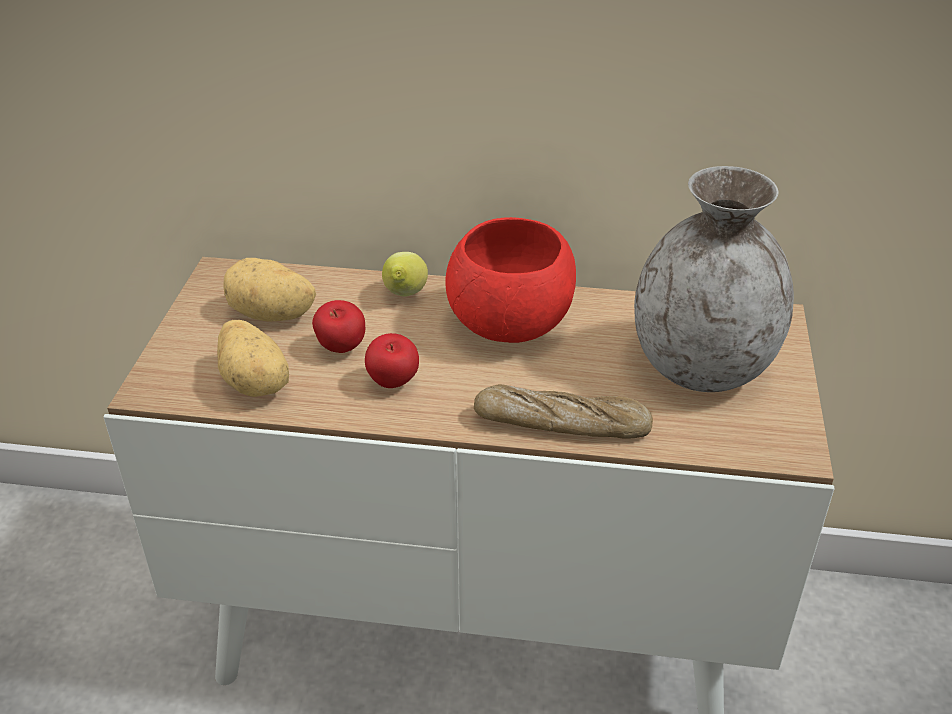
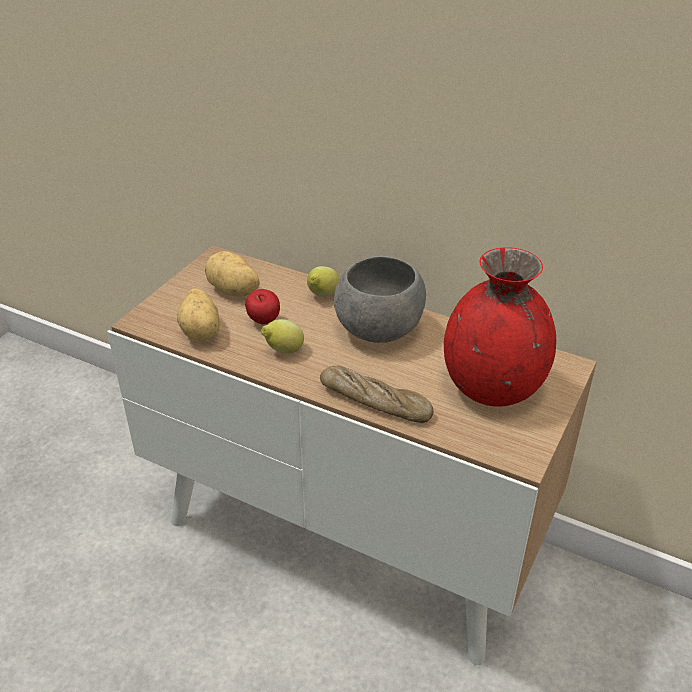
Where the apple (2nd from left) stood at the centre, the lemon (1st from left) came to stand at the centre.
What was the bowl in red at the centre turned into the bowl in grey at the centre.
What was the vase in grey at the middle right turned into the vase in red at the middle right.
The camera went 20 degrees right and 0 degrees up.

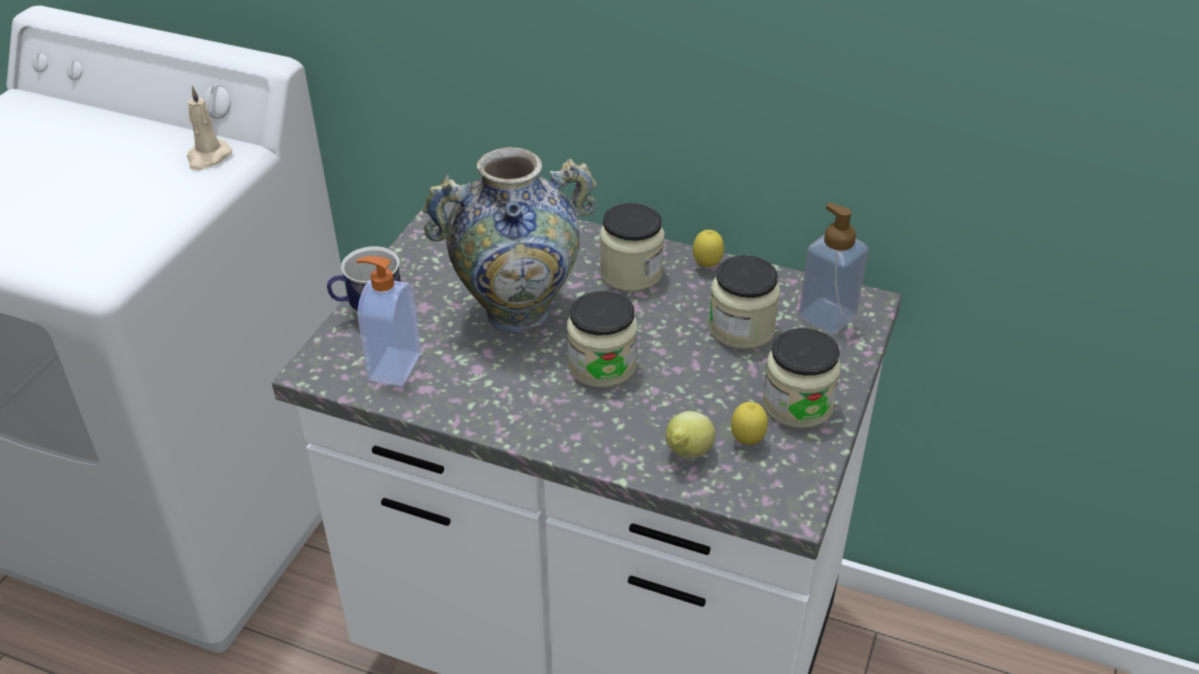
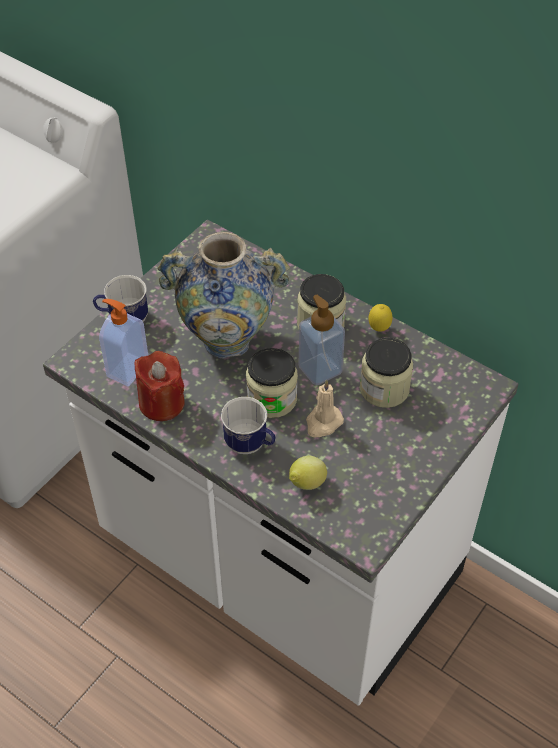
The second view gained the candle in red at the middle left.
The second view gained the mug (2nd from left) at the centre.
The soap dispenser (2nd from left) ended up elsewhere, having gone from the middle right to the centre.
The candle in beige ended up elsewhere, having gone from the top left to the centre.
The second view lost the lemon (3rd from left) at the centre.
The second view lost the jar (4th from left) at the middle right.
The camera went 15 degrees right and 10 degrees up.

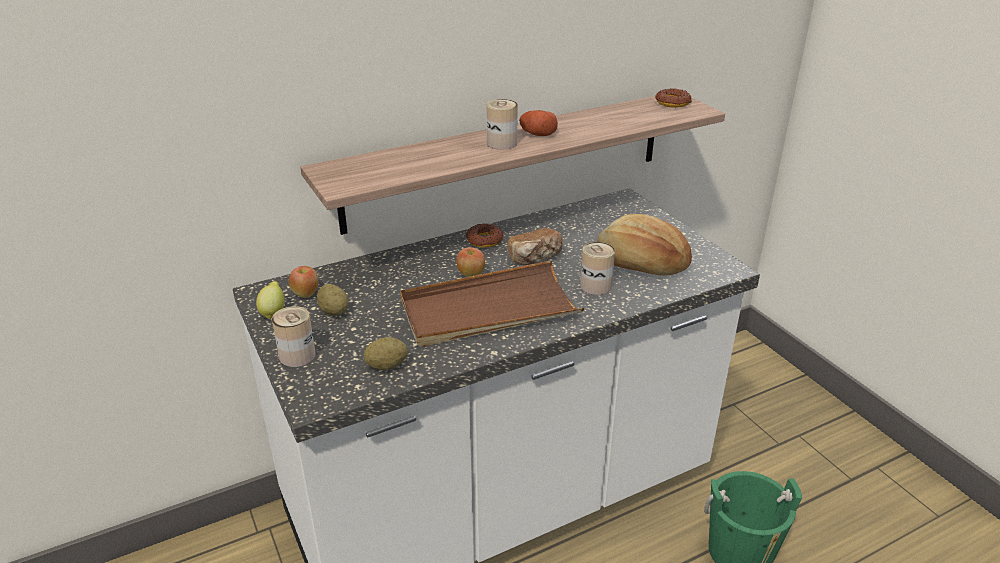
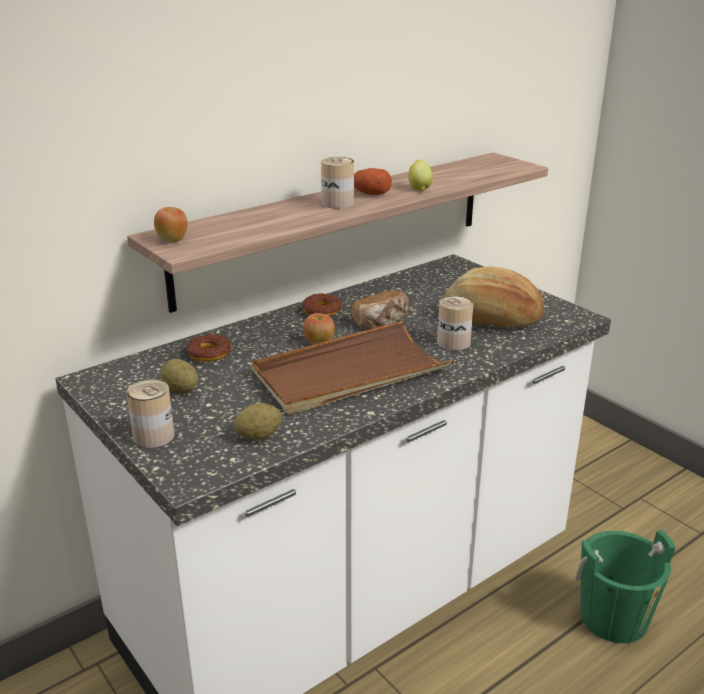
The apple (1st from left) ended up elsewhere, having gone from the middle left to the top left.
The donut (2nd from left in the first image) ended up elsewhere, having gone from the top right to the middle left.
The lemon ended up elsewhere, having gone from the middle left to the top centre.
The camera went 10 degrees left and 5 degrees down.

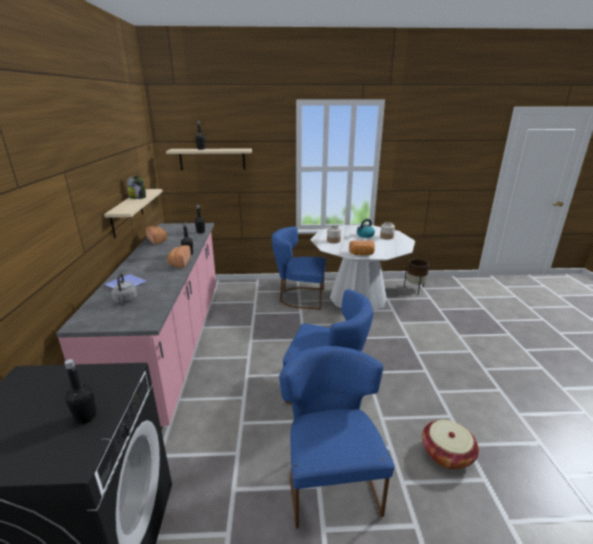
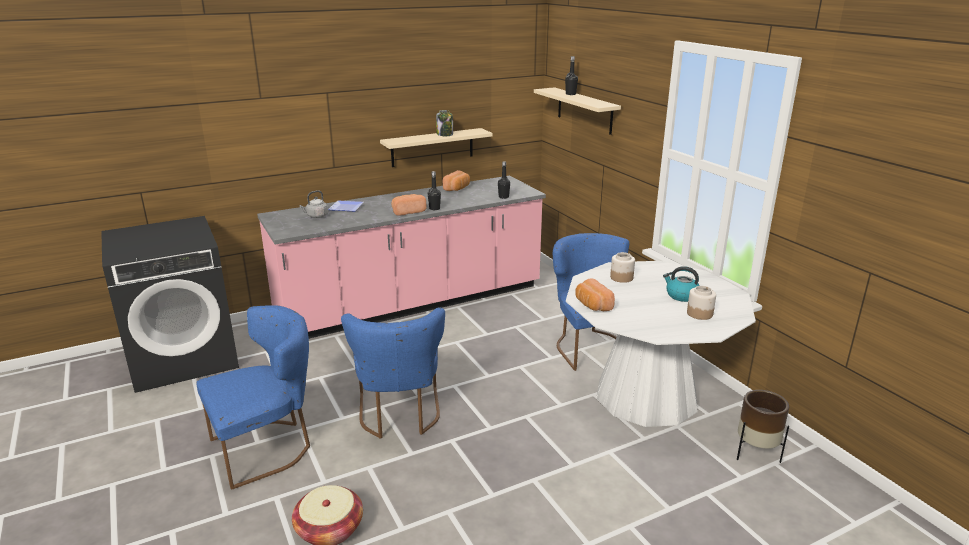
The second view lost the bottle in black (1st from left) at the bottom left.
The camera went 65 degrees right and 0 degrees up.

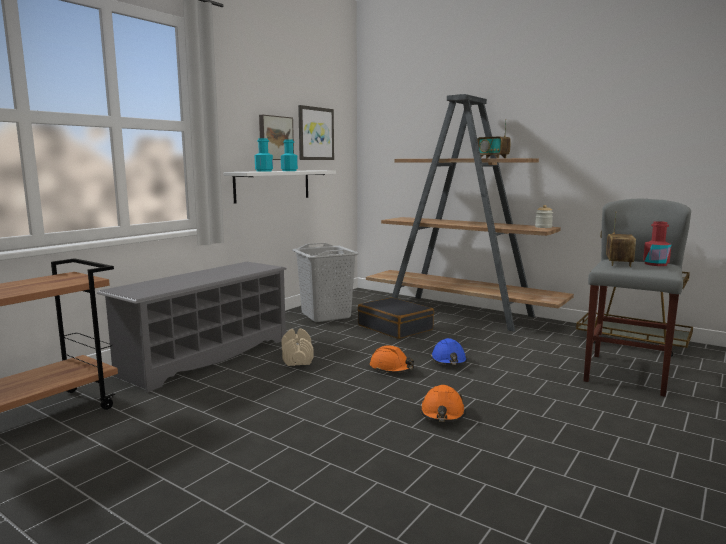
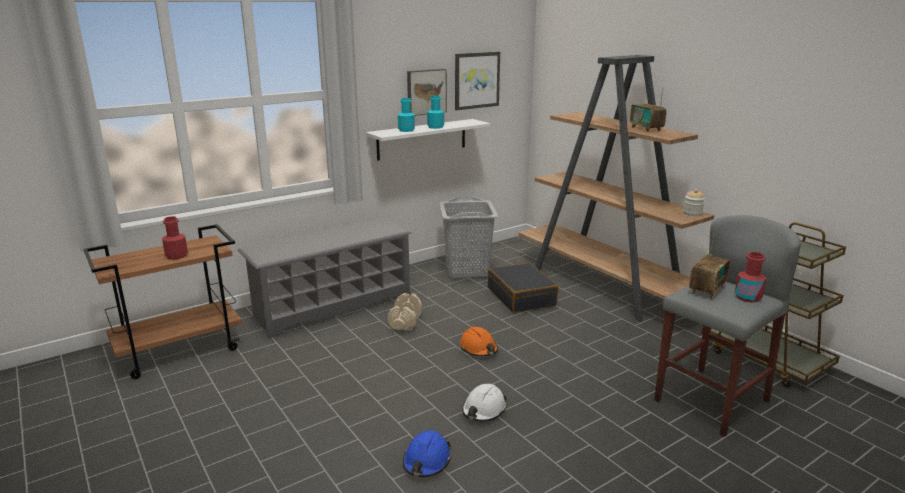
The second view gained the bottle in red (1st from left) at the middle left.
The hard hat in blue ended up elsewhere, having gone from the centre to the bottom centre.
What was the hard hat in orange (2nd from left) at the bottom centre turned into the hard hat in white at the bottom centre.
The camera went 20 degrees right and 10 degrees up.

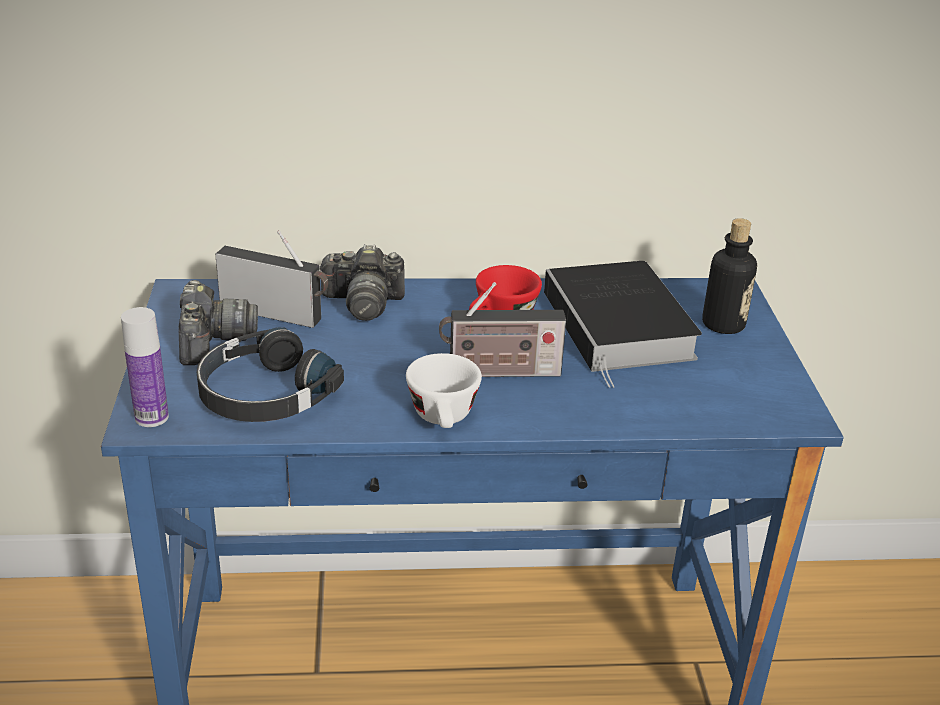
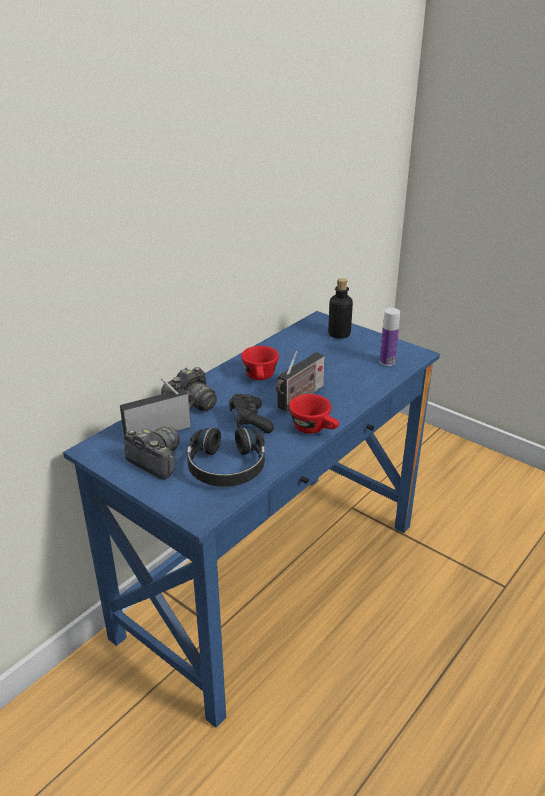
The second view gained the game controller in black at the centre.
What was the cup in white at the centre turned into the cup in red (2nd from left) at the centre.
The bottle (1st from left in the first image) ended up elsewhere, having gone from the middle left to the middle right.
The second view lost the book at the centre.
The camera went 45 degrees left and 0 degrees up.

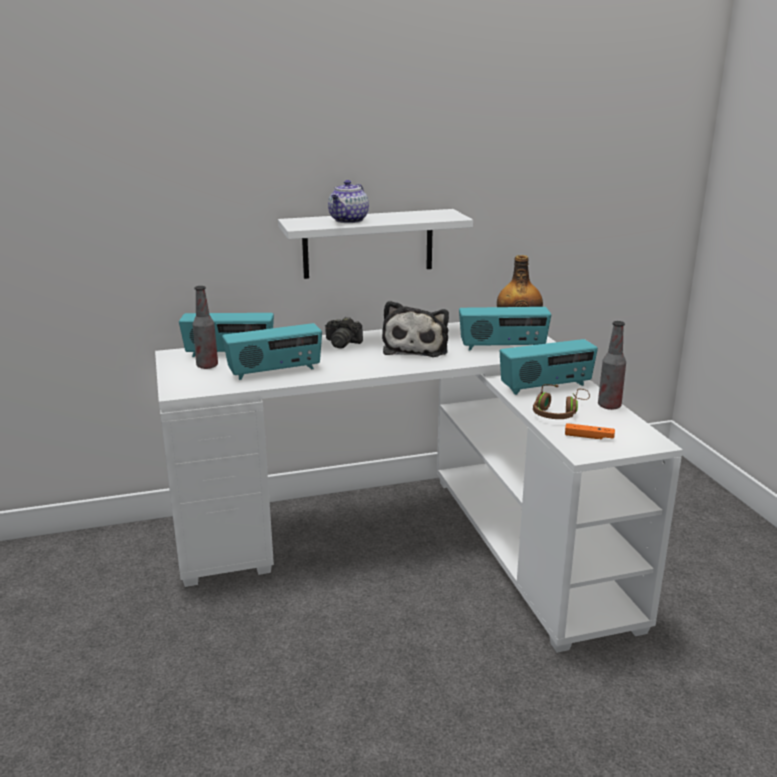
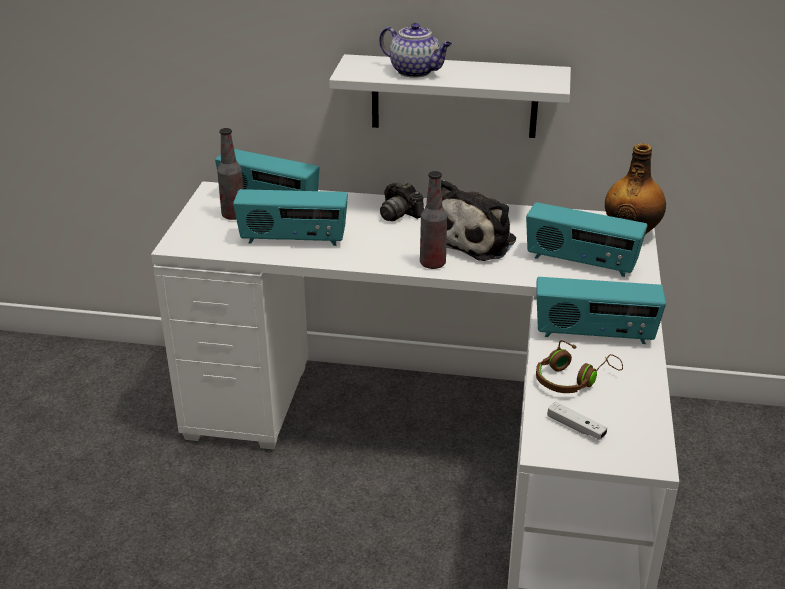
The teapot at the top centre ended up facing another way, 105 degrees counterclockwise from before.
The bottle (3rd from left in the first image) ended up elsewhere, having gone from the middle right to the centre.
What was the game controller in orange at the middle right turned into the game controller in white at the bottom right.
The camera went 25 degrees right and 10 degrees up.

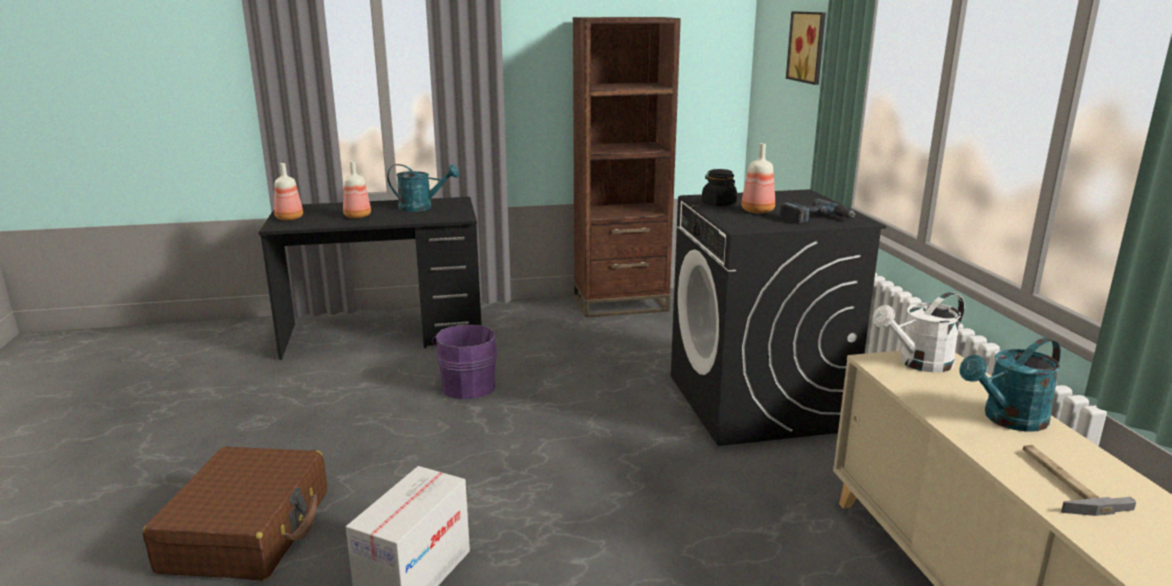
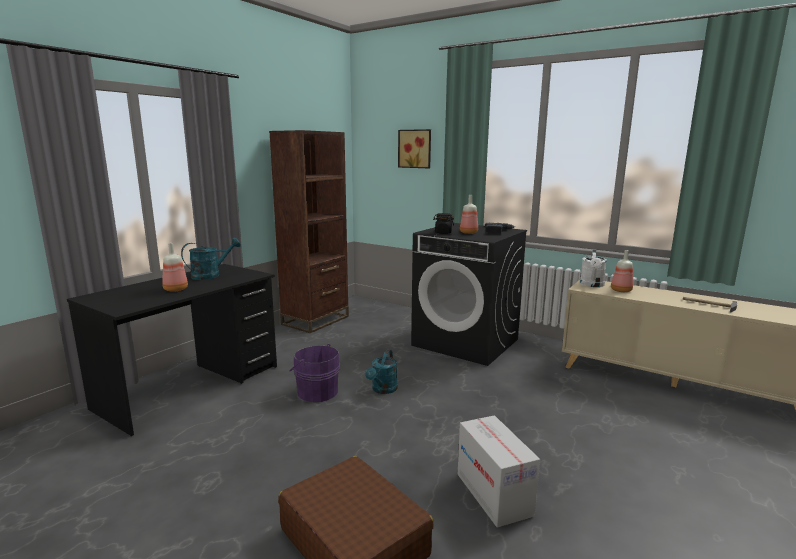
The watering can in turquoise (2nd from left) ended up elsewhere, having gone from the middle right to the centre.
The bottle (1st from left in the first image) ended up elsewhere, having gone from the top left to the middle right.
The camera went 45 degrees left and 5 degrees down.

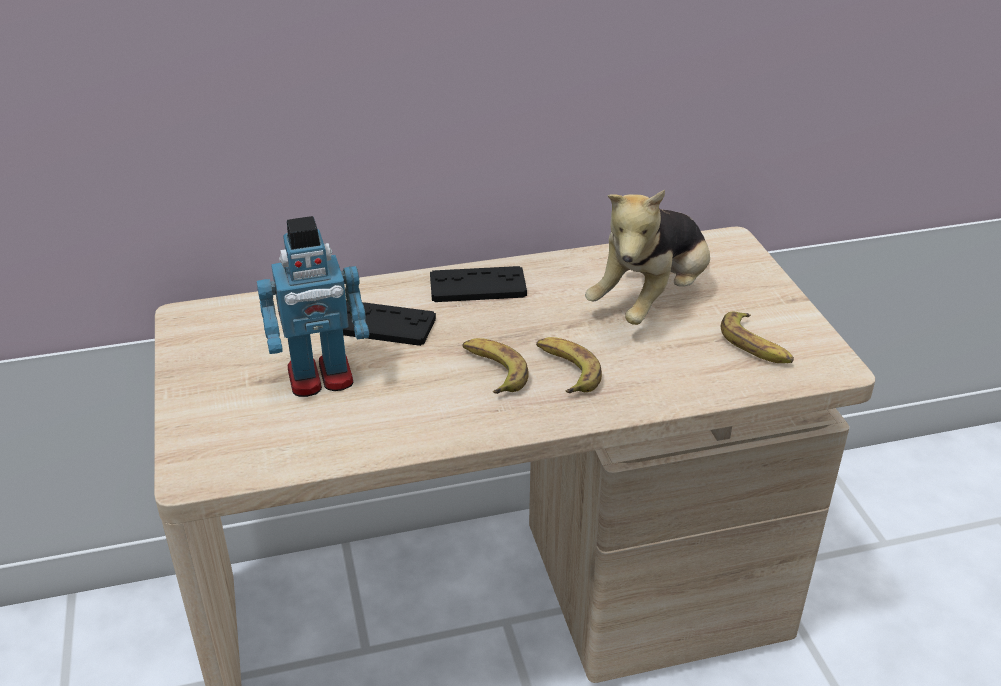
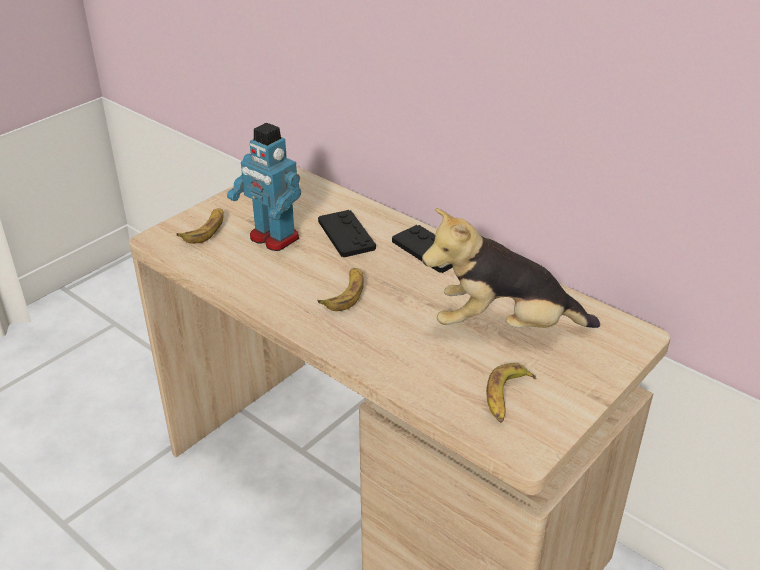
The banana (2nd from left in the first image) ended up elsewhere, having gone from the centre to the middle left.
The camera went 55 degrees right and 0 degrees up.

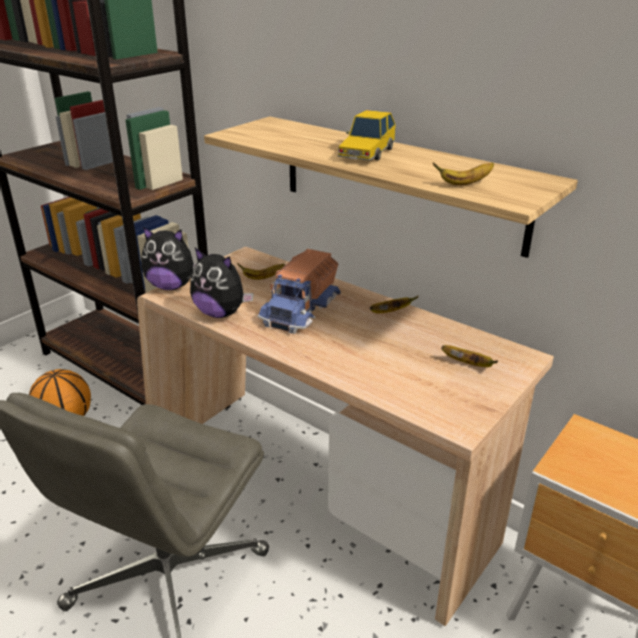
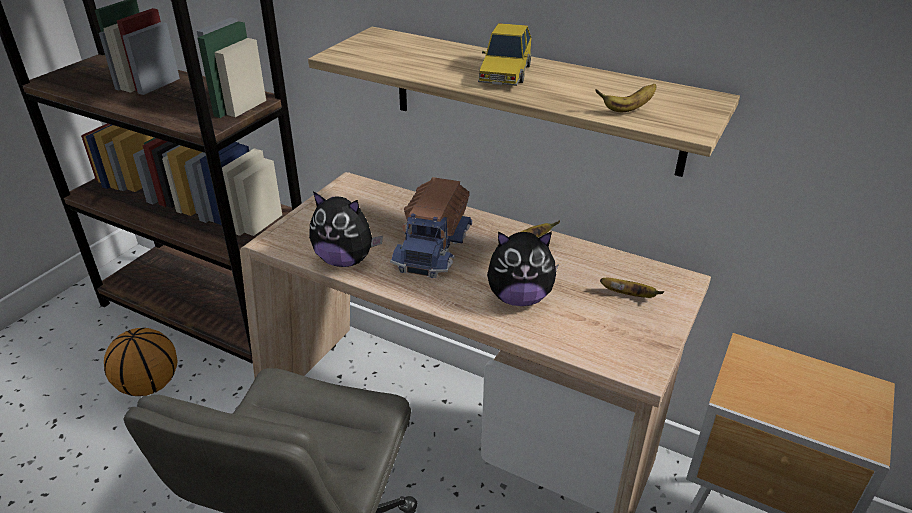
The plush toy (1st from left in the first image) ended up elsewhere, having gone from the middle left to the centre.
The second view lost the banana (1st from left) at the centre.
The camera went 10 degrees left and 5 degrees up.

